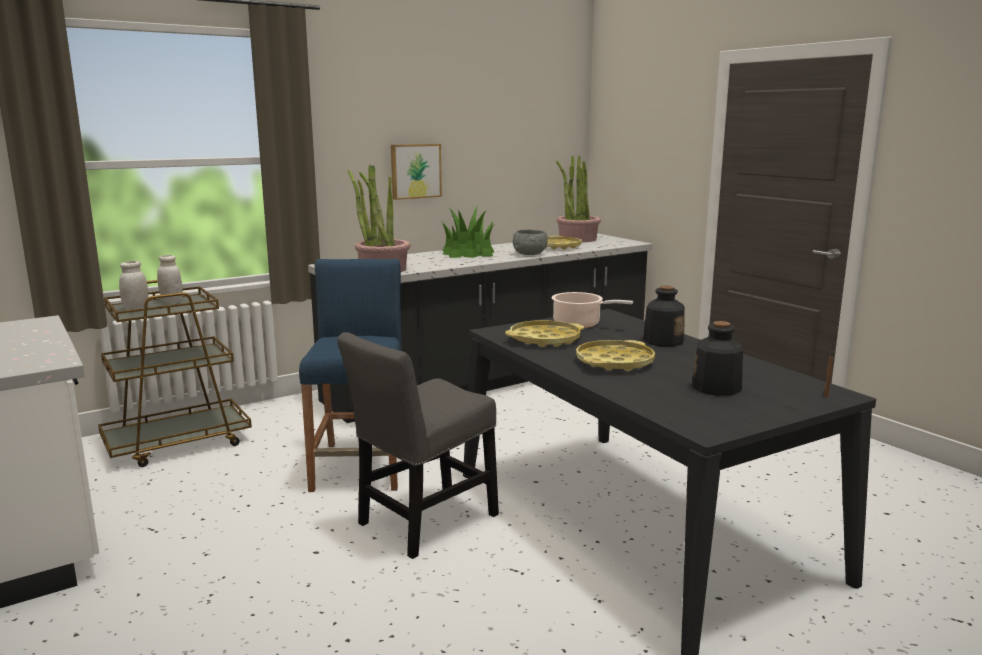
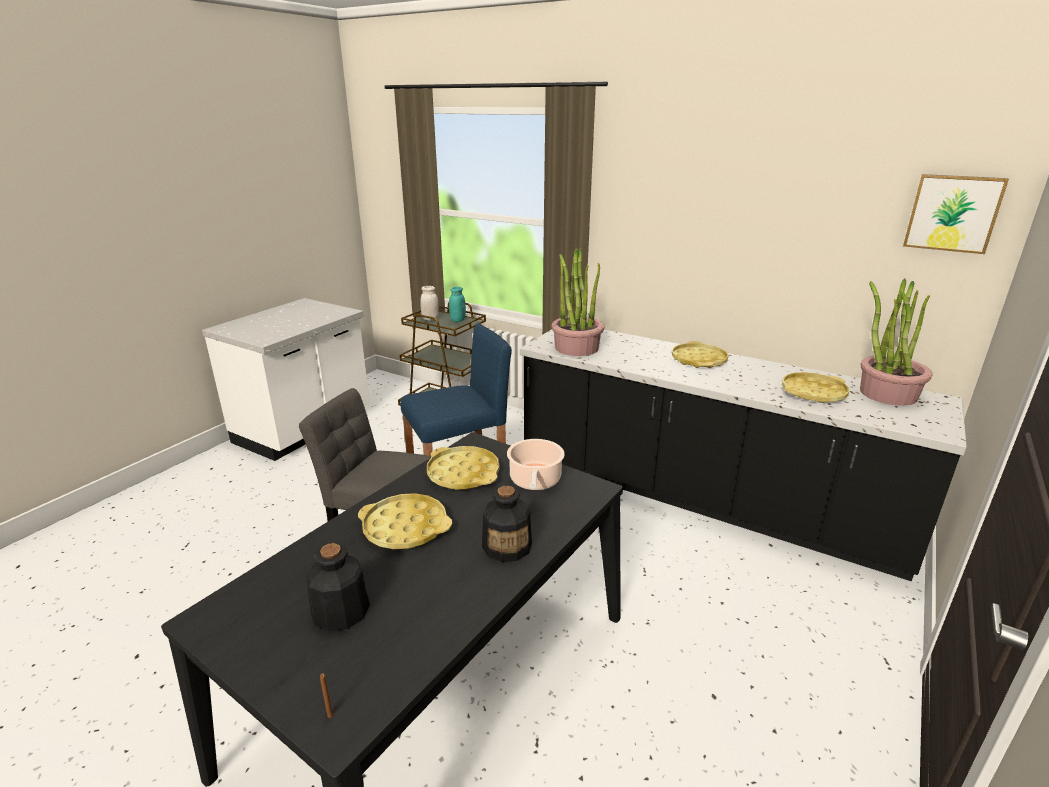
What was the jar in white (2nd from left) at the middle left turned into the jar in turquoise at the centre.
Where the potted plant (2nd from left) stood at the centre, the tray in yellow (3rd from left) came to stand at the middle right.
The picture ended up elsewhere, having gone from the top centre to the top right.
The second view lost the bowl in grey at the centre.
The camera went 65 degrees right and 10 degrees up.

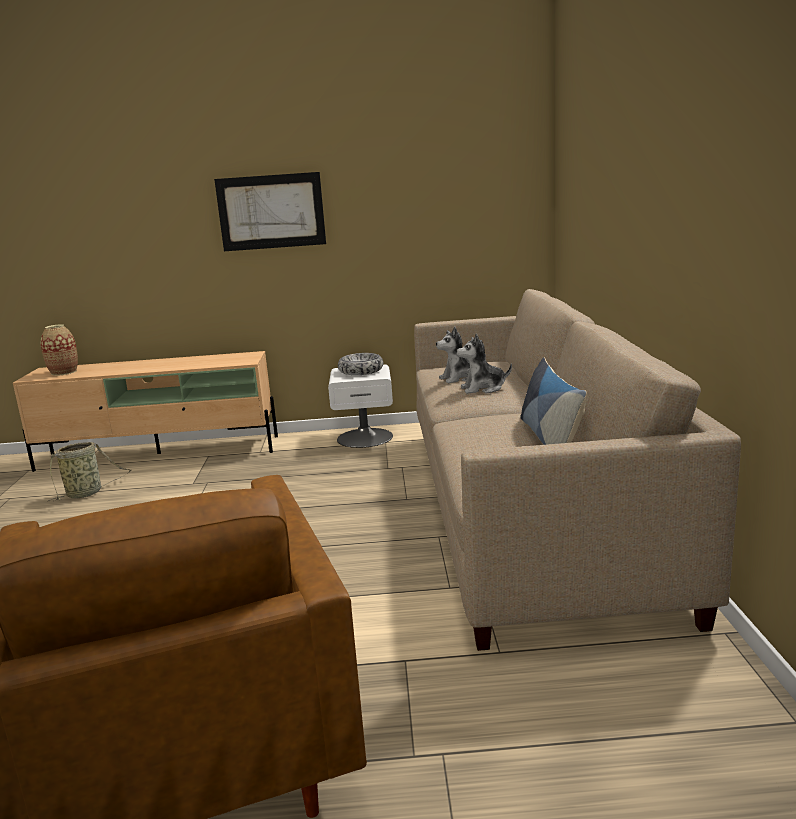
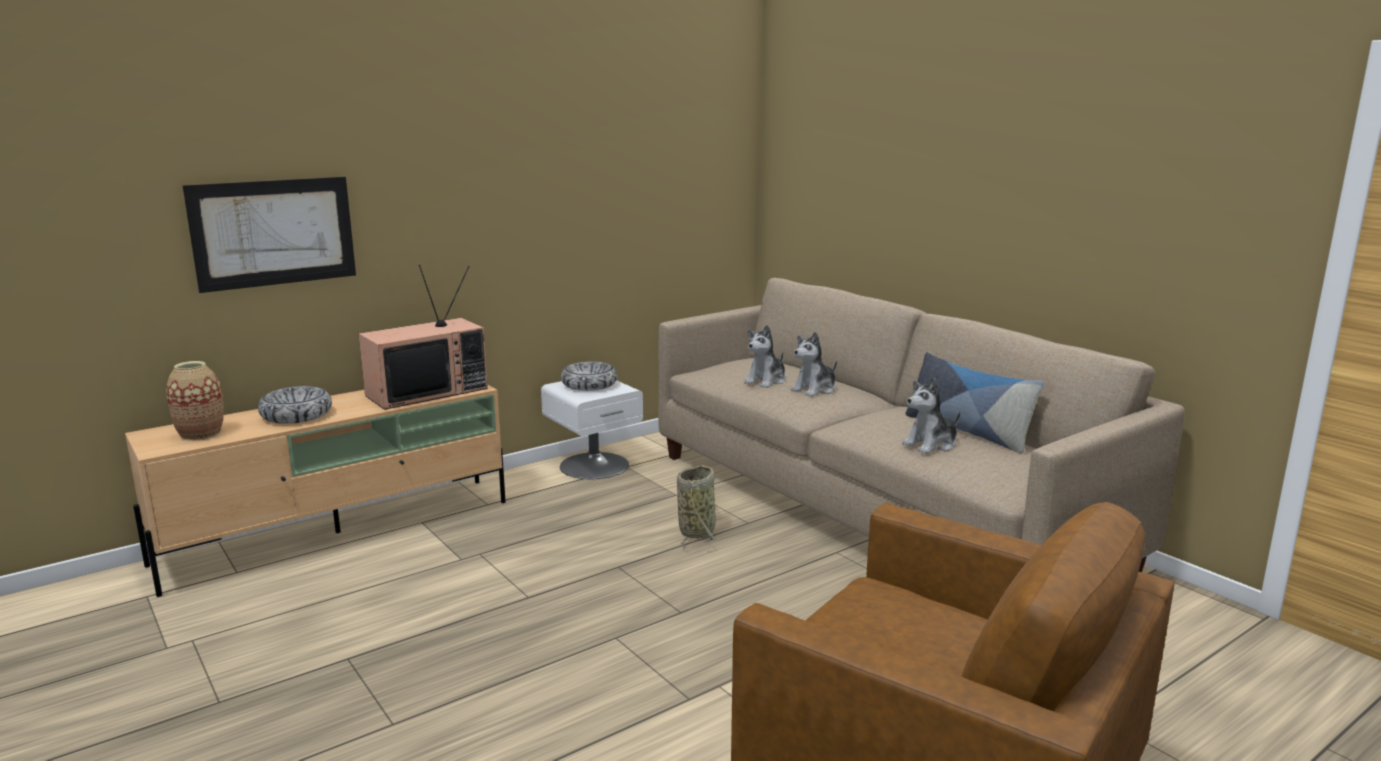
The picture ended up elsewhere, having gone from the top centre to the top left.
The second view gained the bowl (1st from left) at the middle left.
The second view gained the television at the middle left.
The basket ended up elsewhere, having gone from the middle left to the centre.
The second view gained the plush toy (3rd from left) at the middle right.
The camera went 35 degrees left and 0 degrees up.

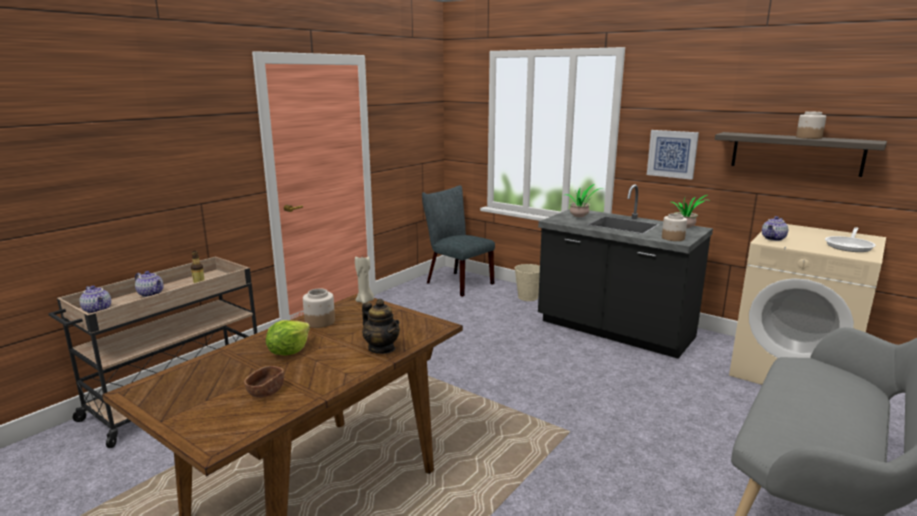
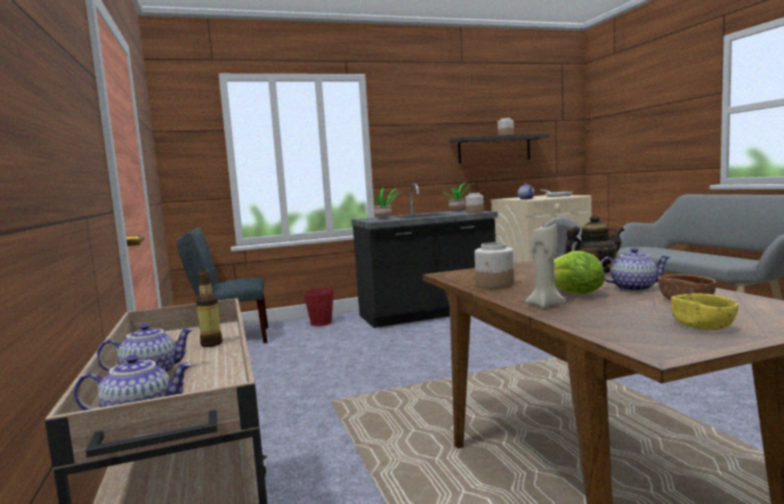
What was the bucket in beige at the centre turned into the bucket in red at the centre.
The candle in beige ended up elsewhere, having gone from the centre to the middle right.
The second view gained the teapot (5th from left) at the middle right.
The second view gained the bowl in yellow at the middle right.
The second view lost the picture at the top right.
The camera went 55 degrees left and 10 degrees down.

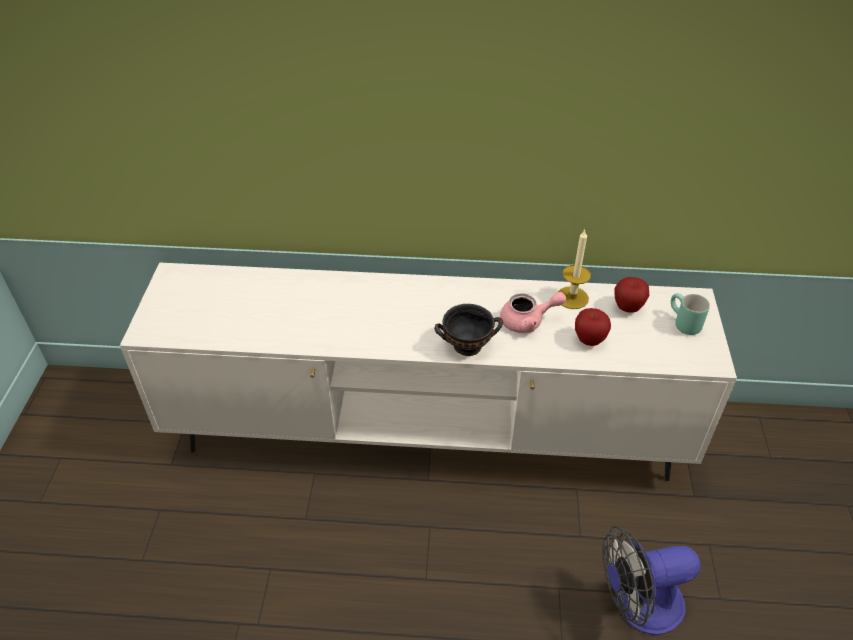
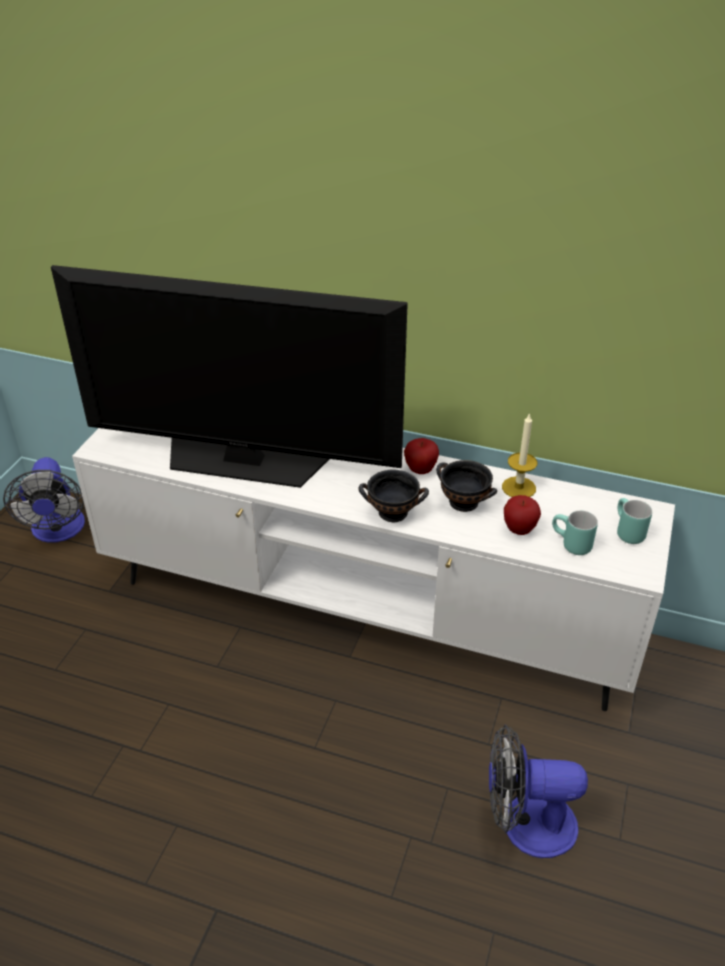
The second view gained the fan (1st from left) at the middle left.
The second view gained the television at the middle left.
The apple (2nd from left in the first image) ended up elsewhere, having gone from the middle right to the centre.
Where the teapot in pink stood at the centre, the bowl in black (2nd from left) came to stand at the centre.
The second view gained the mug in turquoise (1st from left) at the middle right.
The camera went 15 degrees right and 5 degrees down.

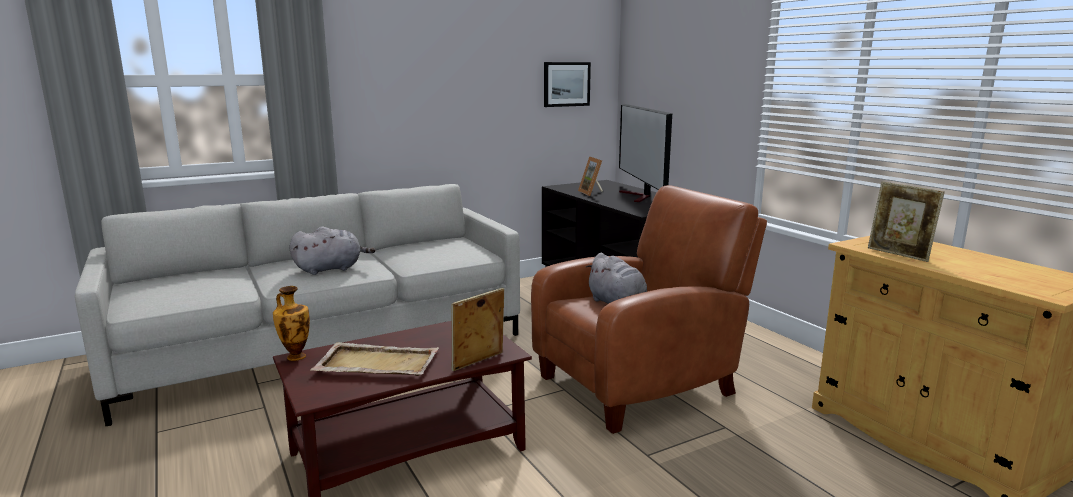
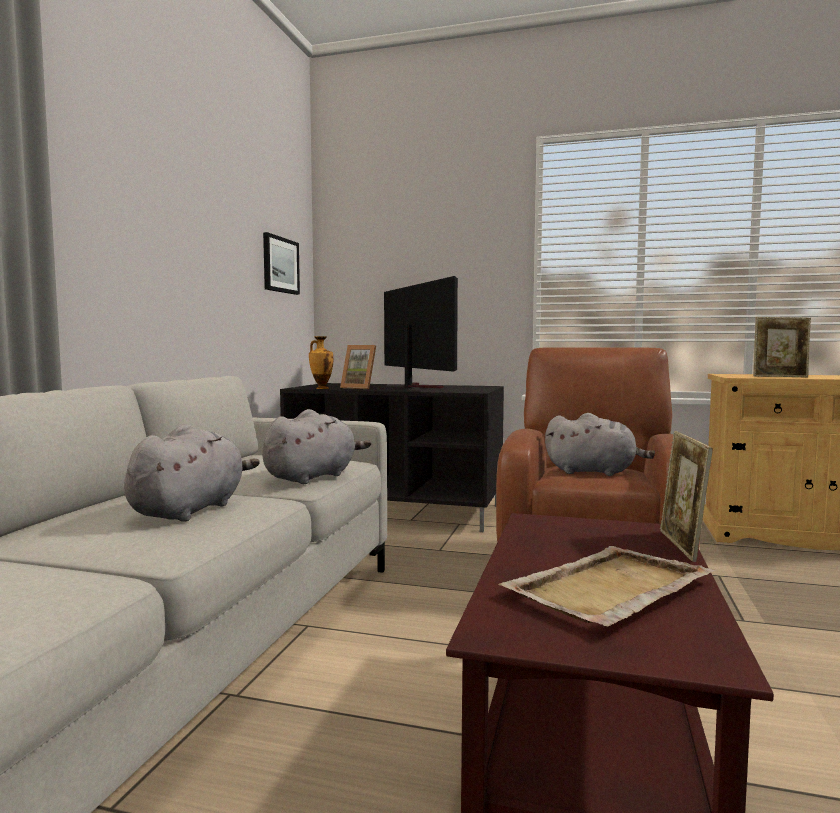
The second view gained the plush toy in grey (2nd from left) at the centre.
The vase ended up elsewhere, having gone from the middle left to the centre.
The television at the top centre ended up facing another way, 150 degrees counterclockwise from before.
The camera went 45 degrees left and 10 degrees down.

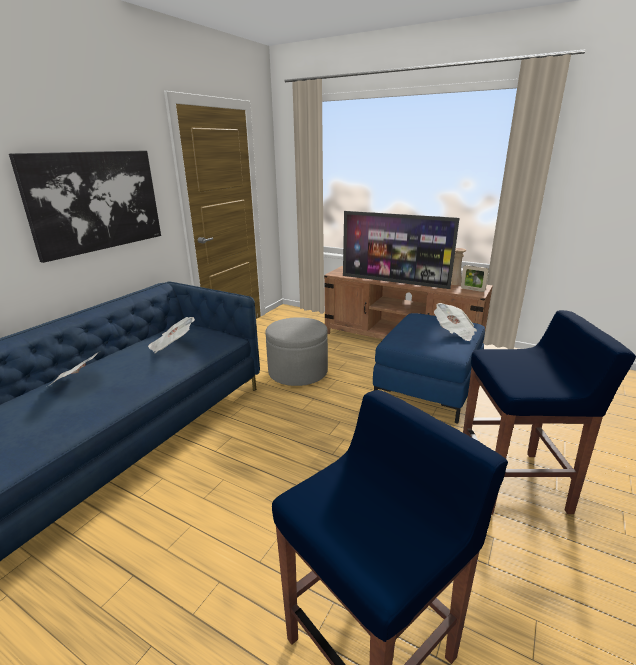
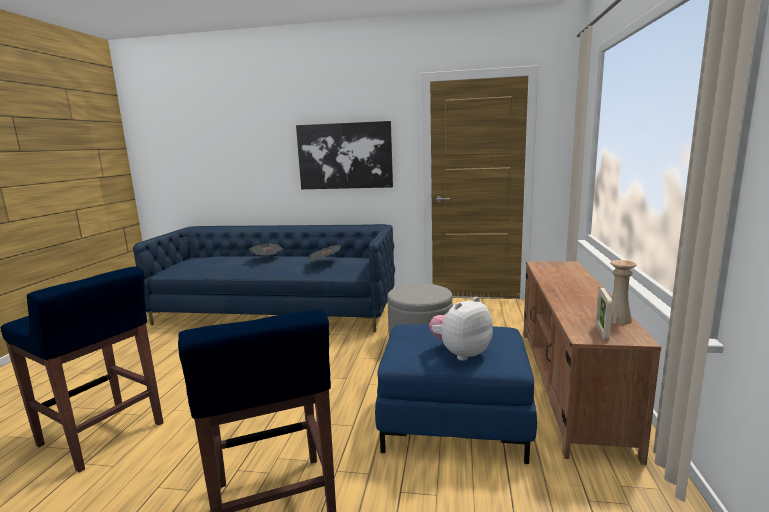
Where the newspaper (3rd from left) stood at the middle right, the plush toy came to stand at the centre.
The second view lost the television at the centre.
The camera went 70 degrees right and 10 degrees down.

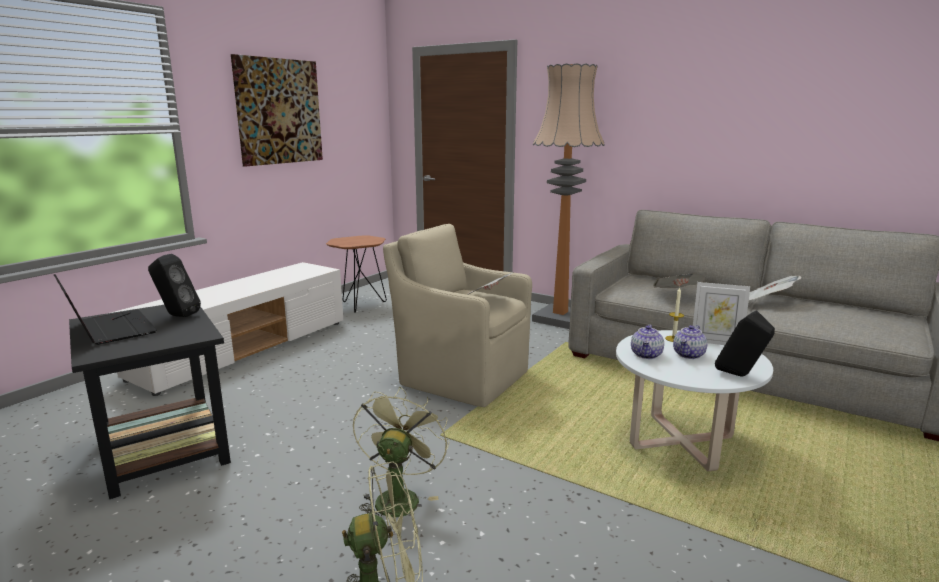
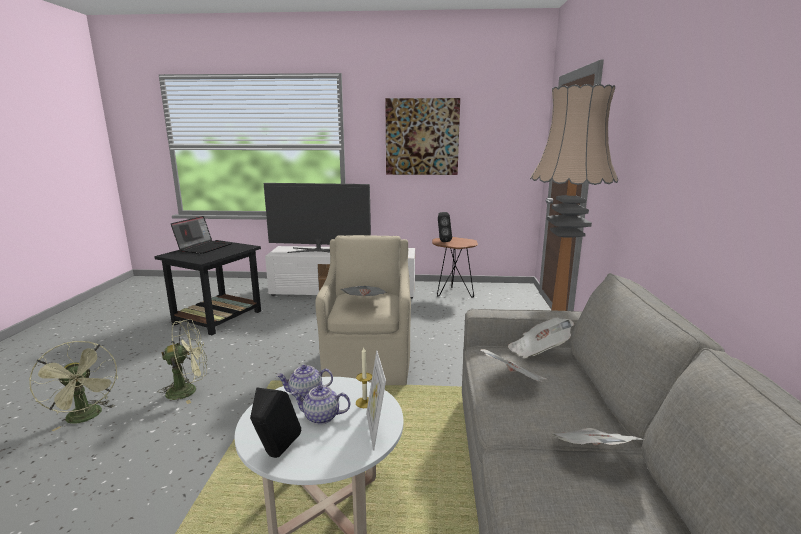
The second view gained the television at the centre.
The speaker in black (1st from left in the first image) ended up elsewhere, having gone from the middle left to the centre.
The second view gained the newspaper (3rd from left) at the middle right.
The camera went 60 degrees right and 0 degrees up.

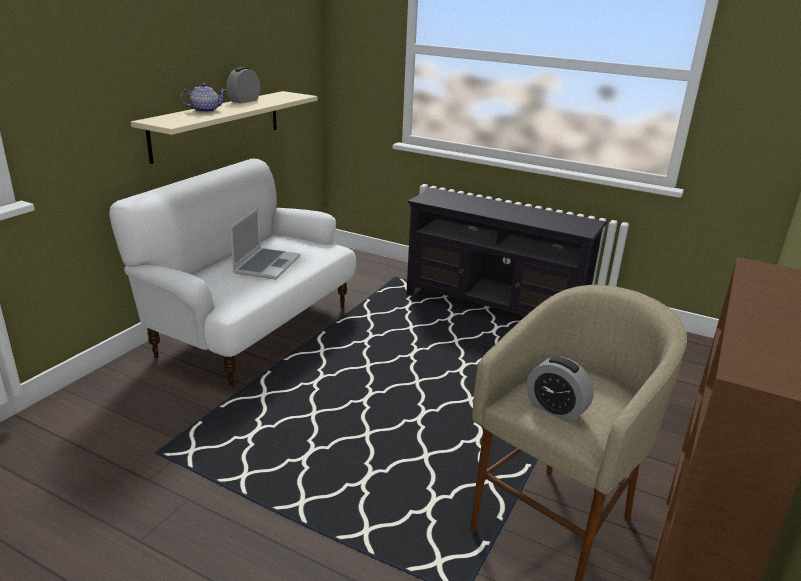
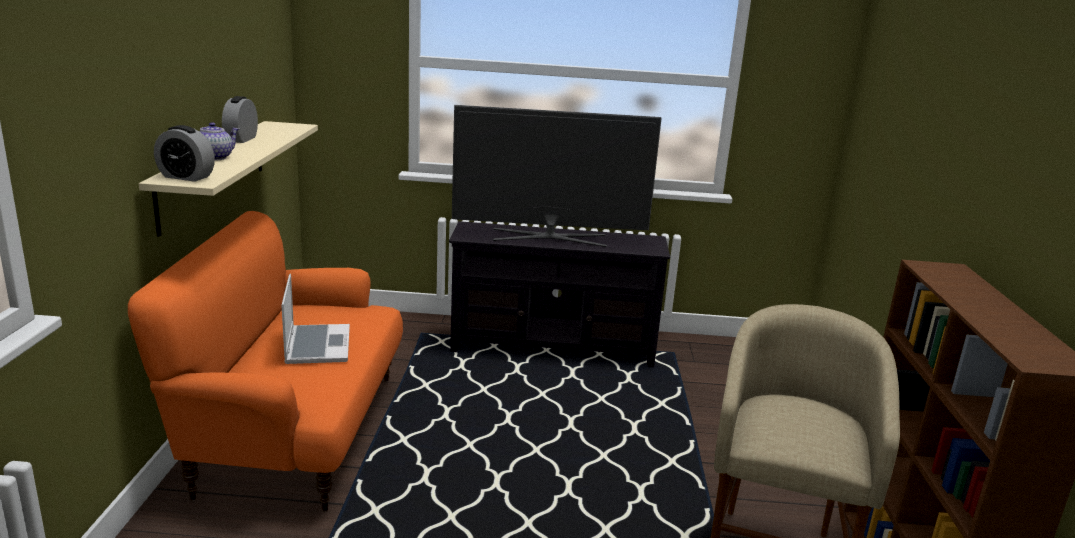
What was the sofa in white at the middle left turned into the sofa in orange at the bottom left.
The alarm clock (2nd from left in the first image) ended up elsewhere, having gone from the bottom right to the top left.
The second view gained the television at the top centre.
The camera went 25 degrees left and 5 degrees down.

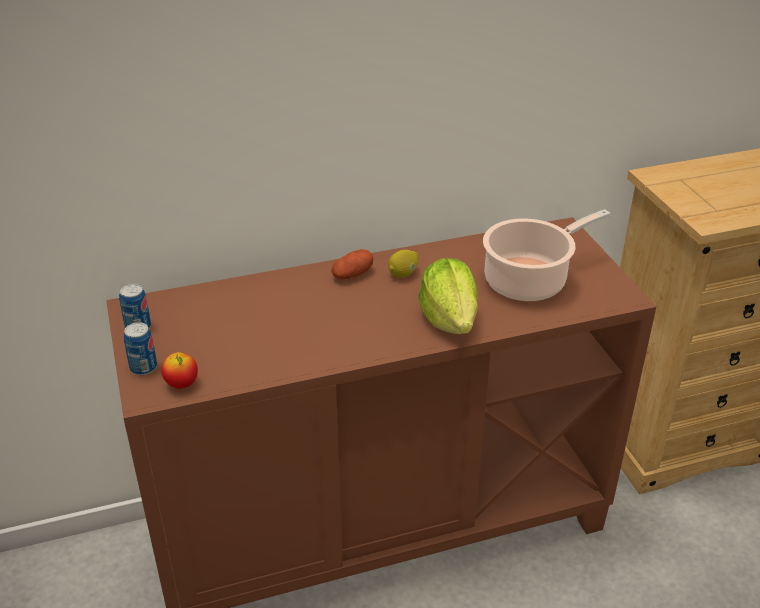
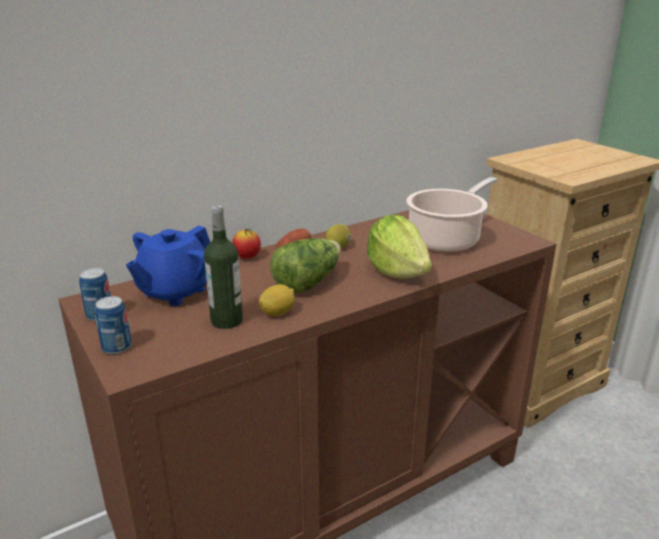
The second view gained the teapot in blue at the middle left.
The second view gained the bottle at the centre.
The apple ended up elsewhere, having gone from the middle left to the centre.
The second view gained the lemon (1st from left) at the centre.
The second view gained the lettuce (1st from left) at the centre.
The camera went 15 degrees left and 10 degrees down.

